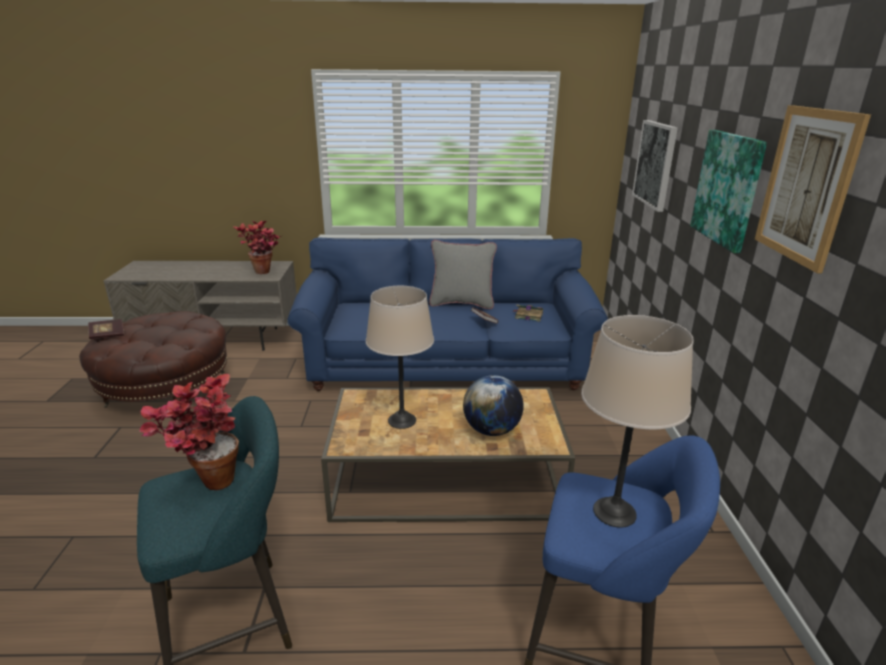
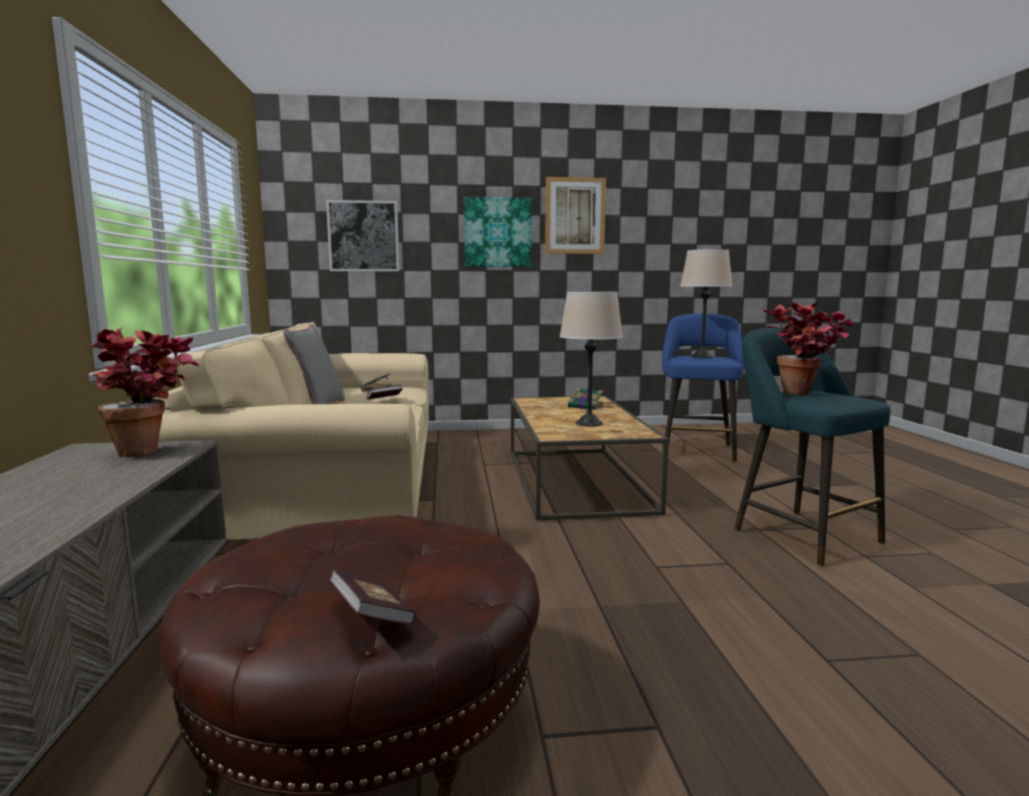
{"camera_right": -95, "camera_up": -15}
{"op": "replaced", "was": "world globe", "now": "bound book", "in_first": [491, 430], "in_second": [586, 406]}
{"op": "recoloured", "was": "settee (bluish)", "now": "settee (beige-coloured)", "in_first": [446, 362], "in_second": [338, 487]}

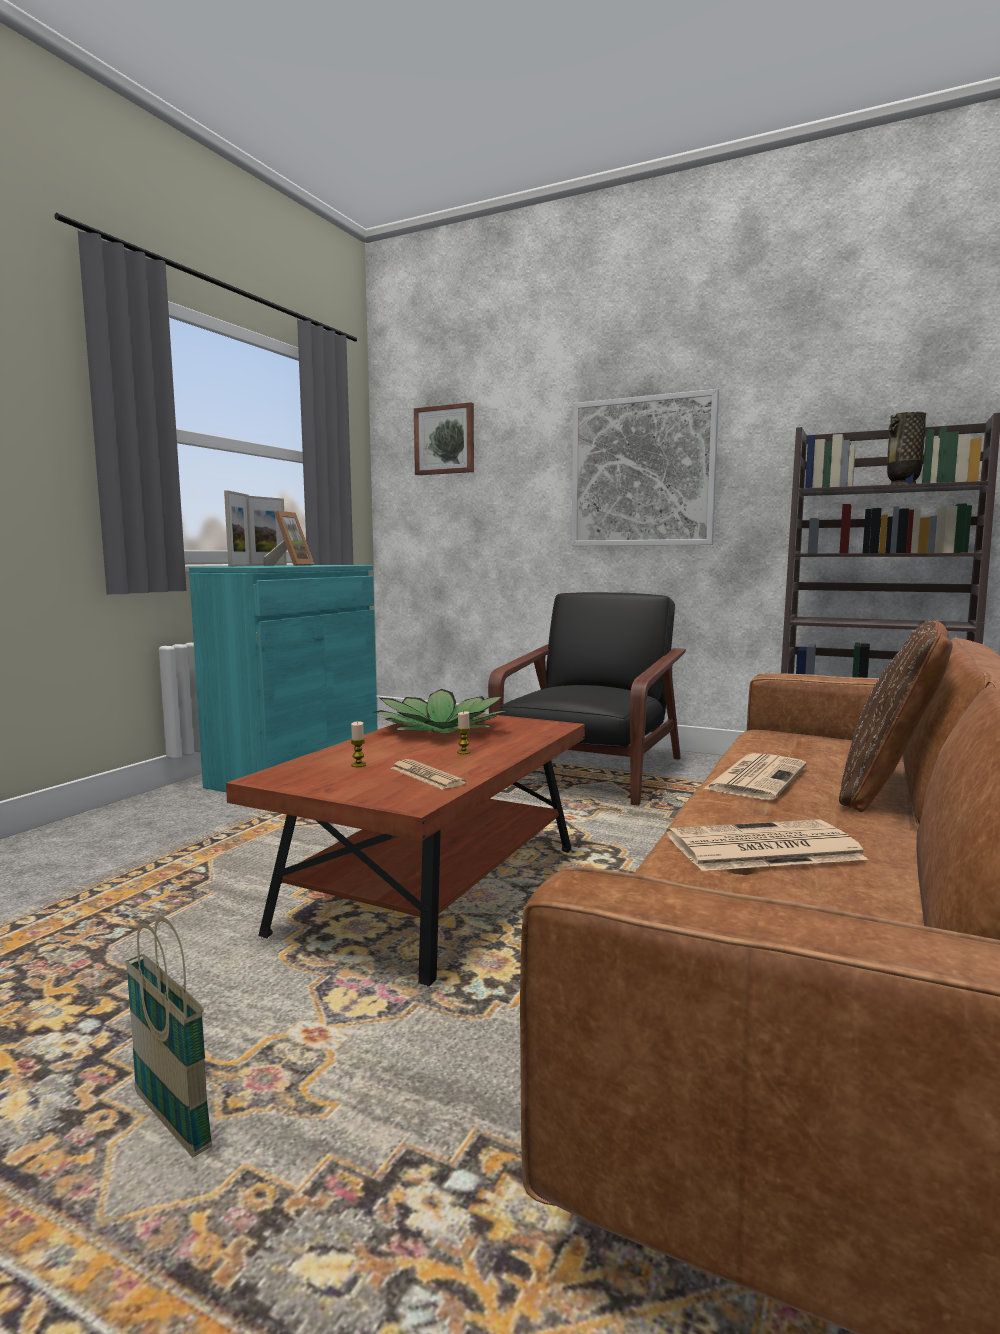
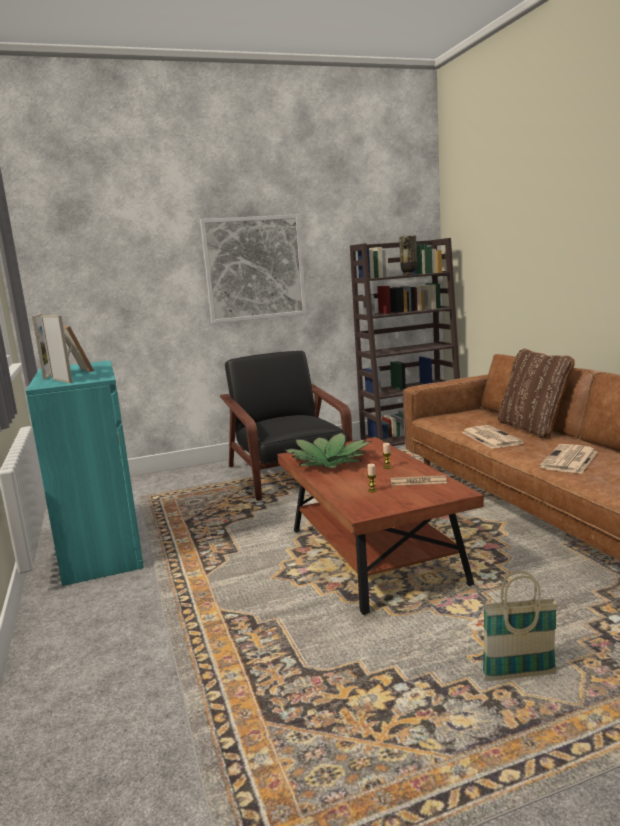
{"camera_right": -45, "camera_up": 5}
{"op": "removed", "was": "wall art", "in_first": [445, 440]}

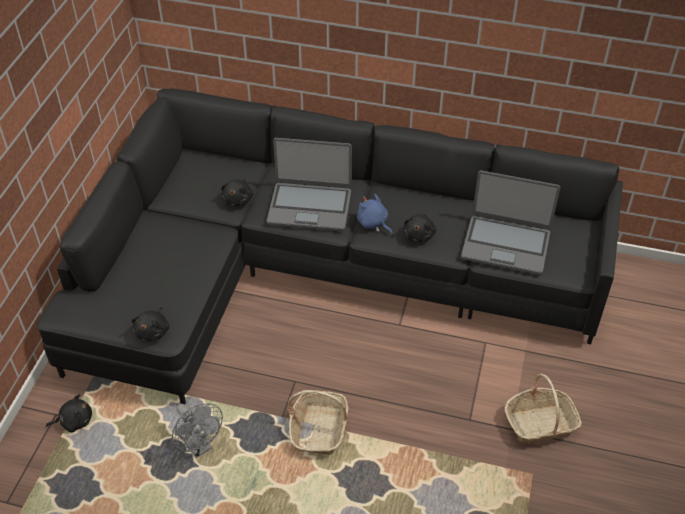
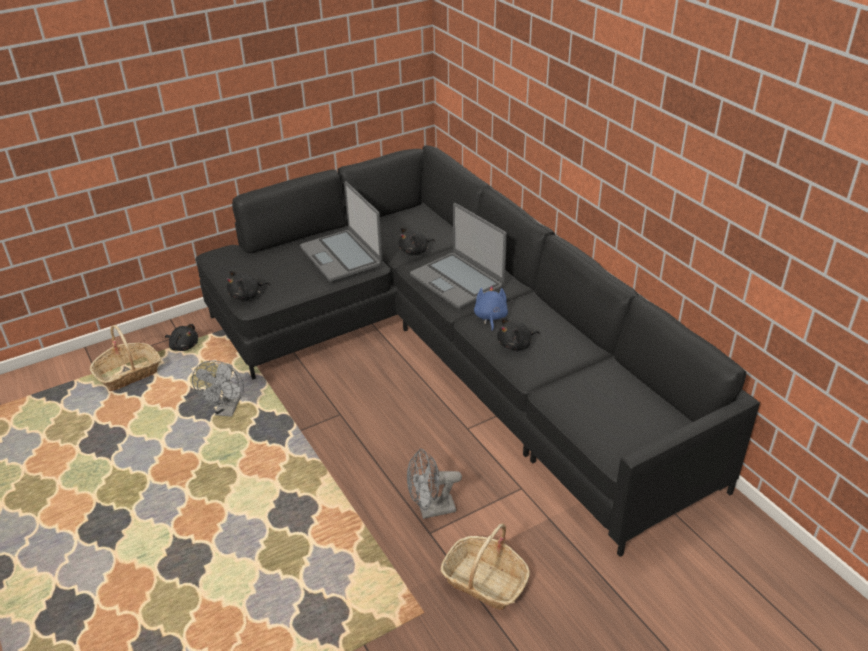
{"camera_right": 45, "camera_up": -10}
{"op": "added", "now": "cooling fan (gray)", "in_second": [431, 510]}
{"op": "moved", "was": "household basket", "in_first": [319, 429], "in_second": [129, 374]}
{"op": "moved", "was": "portable computer", "in_first": [506, 244], "in_second": [342, 256]}

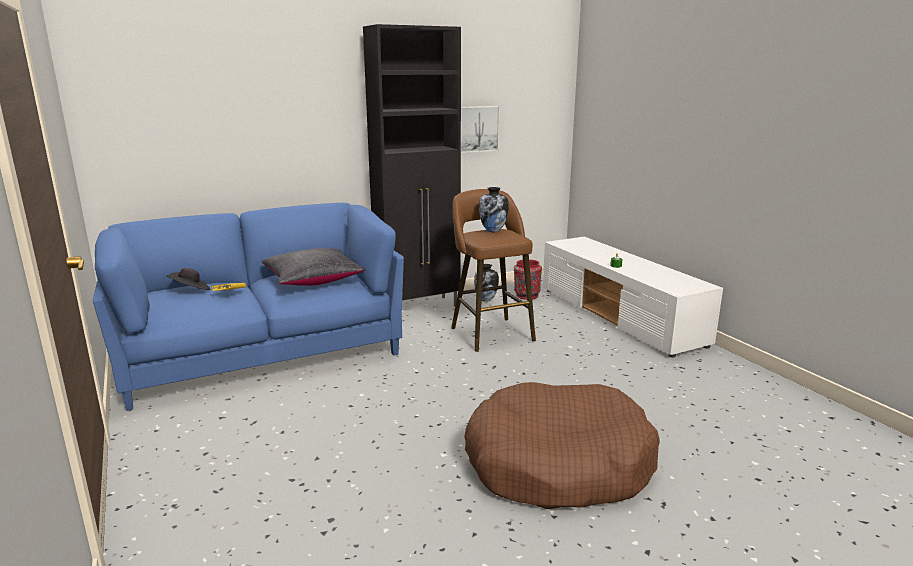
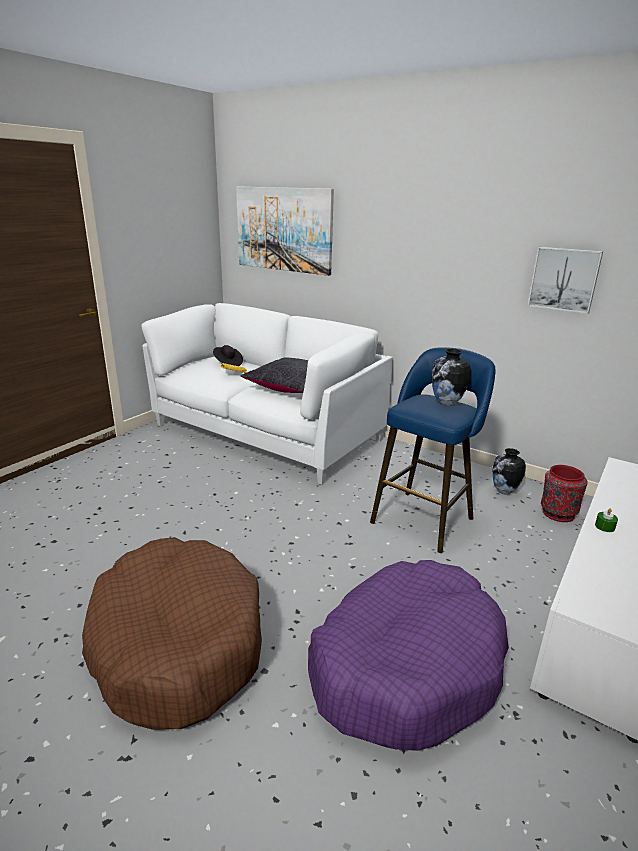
{"camera_right": 60, "camera_up": 5}
{"op": "removed", "was": "cabinet (black-coloured)", "in_first": [419, 307]}
{"op": "added", "now": "wall art", "in_second": [284, 229]}
{"op": "added", "now": "dog bed (purplish)", "in_second": [405, 664]}
{"op": "recoloured", "was": "settee (bluish)", "now": "settee (white-coloured)", "in_first": [261, 353], "in_second": [266, 432]}
{"op": "recoloured", "was": "stool seat (brown-coloured)", "now": "stool seat (bluish)", "in_first": [490, 332], "in_second": [425, 518]}

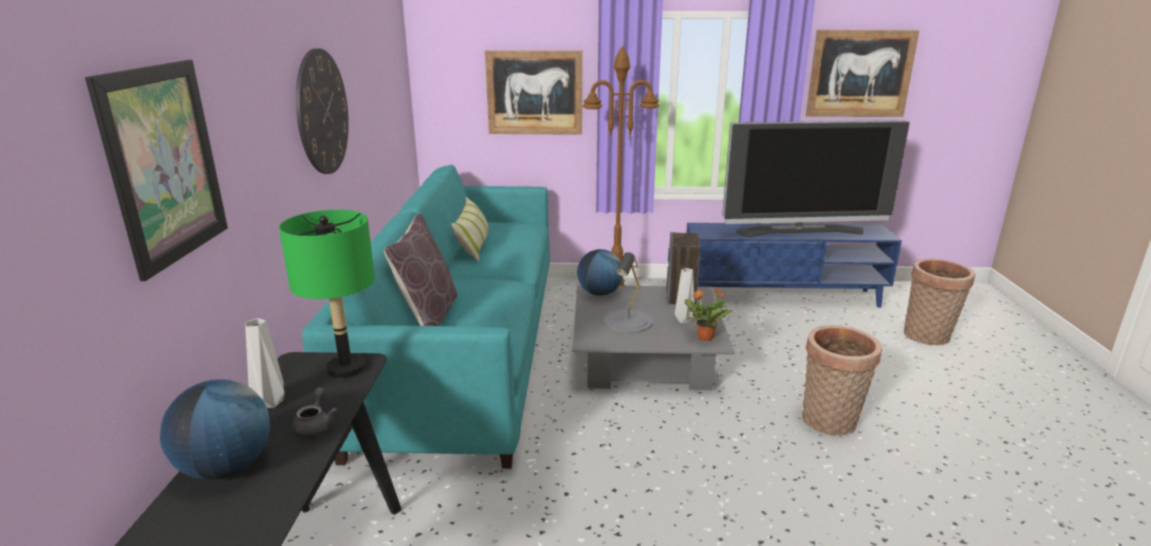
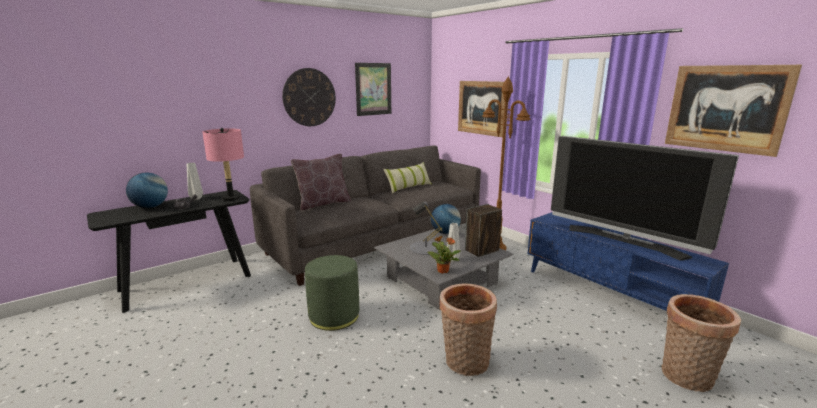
{"camera_right": 50, "camera_up": -5}
{"op": "added", "now": "ottoman (green-coloured)", "in_second": [334, 316]}
{"op": "moved", "was": "wall art", "in_first": [164, 164], "in_second": [373, 89]}
{"op": "recoloured", "was": "tabletop lamp (green-coloured)", "now": "tabletop lamp (pink)", "in_first": [346, 368], "in_second": [231, 198]}
{"op": "recoloured", "was": "settee (blue-green)", "now": "settee (gray)", "in_first": [465, 352], "in_second": [376, 241]}

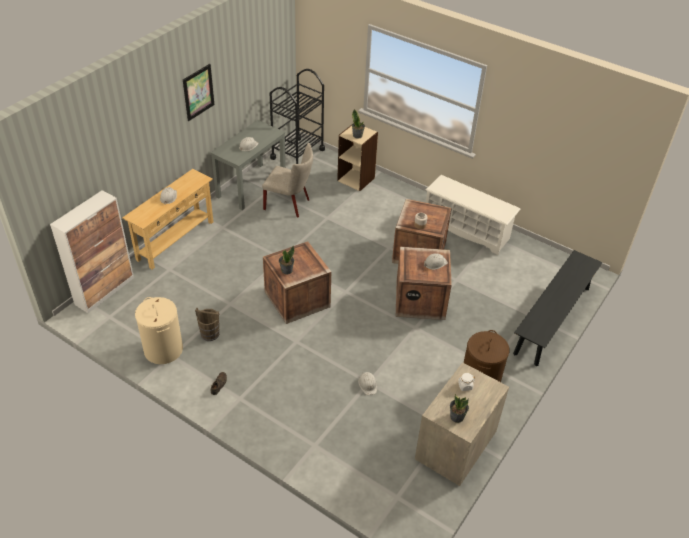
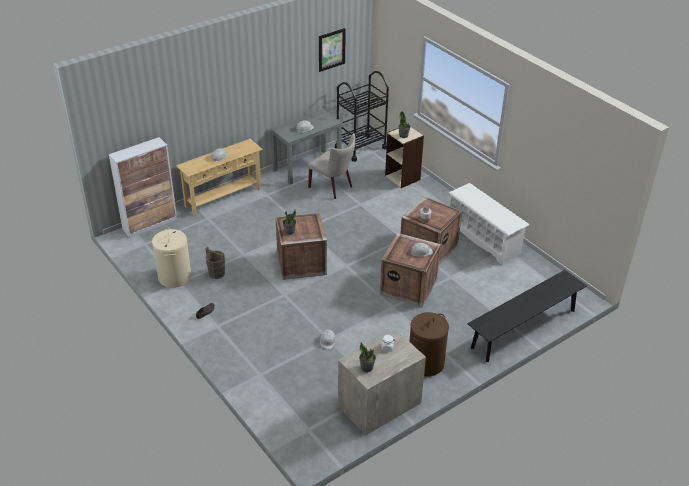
{"camera_right": 20, "camera_up": -5}
{"op": "moved", "was": "wall art", "in_first": [198, 92], "in_second": [331, 49]}

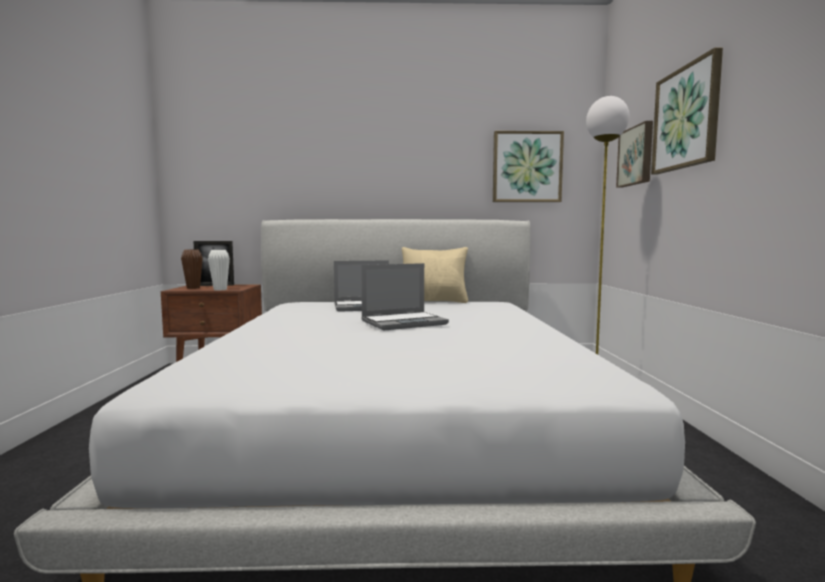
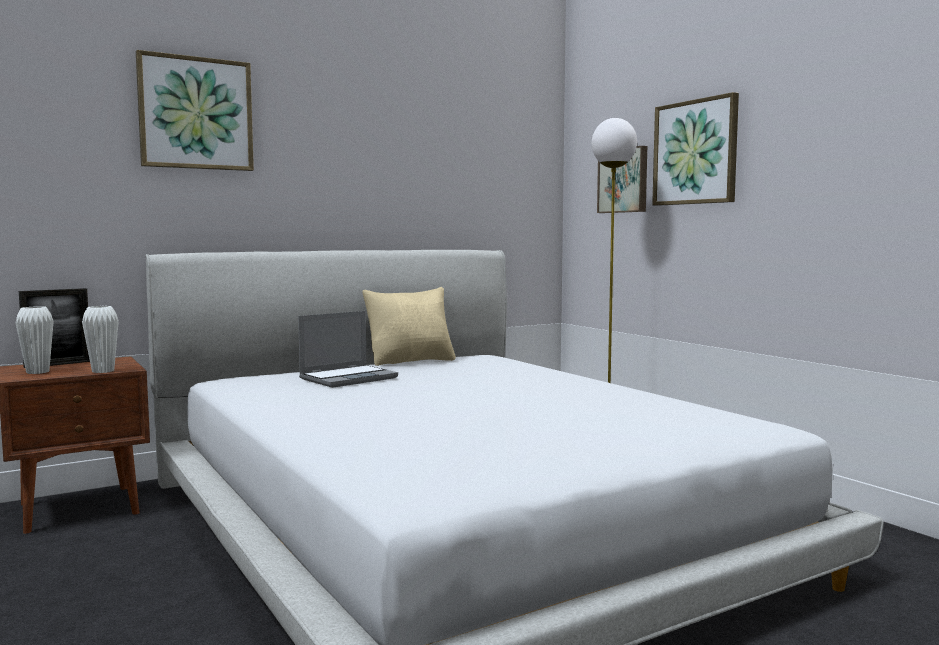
{"camera_right": -30, "camera_up": 0}
{"op": "removed", "was": "portable computer", "in_first": [404, 322]}
{"op": "moved", "was": "wall art", "in_first": [527, 167], "in_second": [196, 113]}
{"op": "recoloured", "was": "decorative vase (brown-coloured)", "now": "decorative vase (white-coloured)", "in_first": [193, 288], "in_second": [37, 372]}

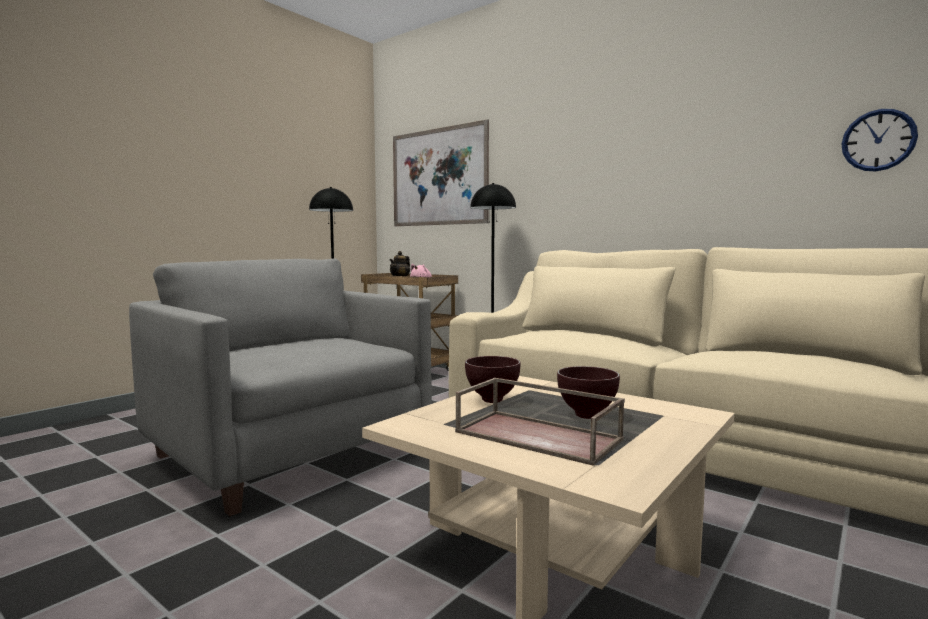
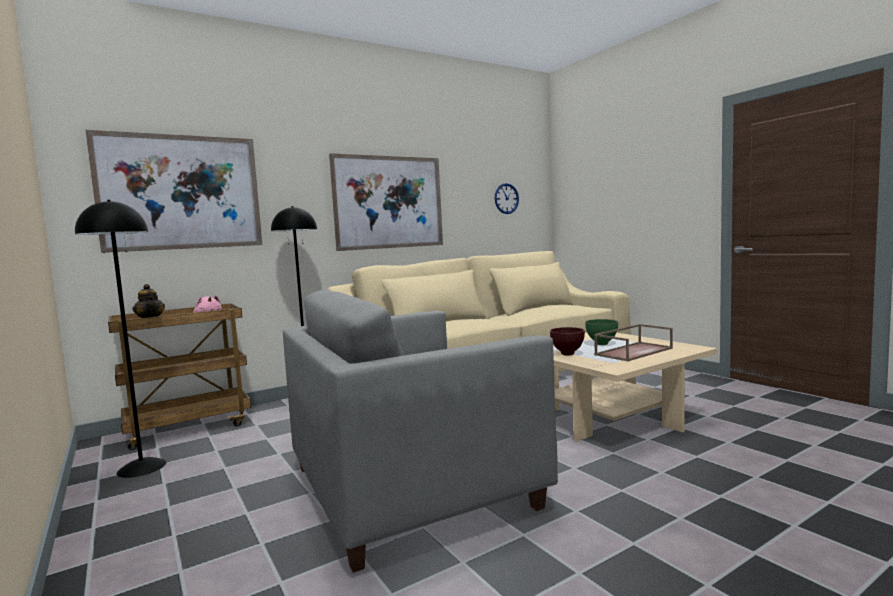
{"camera_right": -70, "camera_up": 0}
{"op": "added", "now": "wall art", "in_second": [389, 202]}
{"op": "recoloured", "was": "serving bowl (brown-coloured)", "now": "serving bowl (green-coloured)", "in_first": [588, 416], "in_second": [602, 344]}

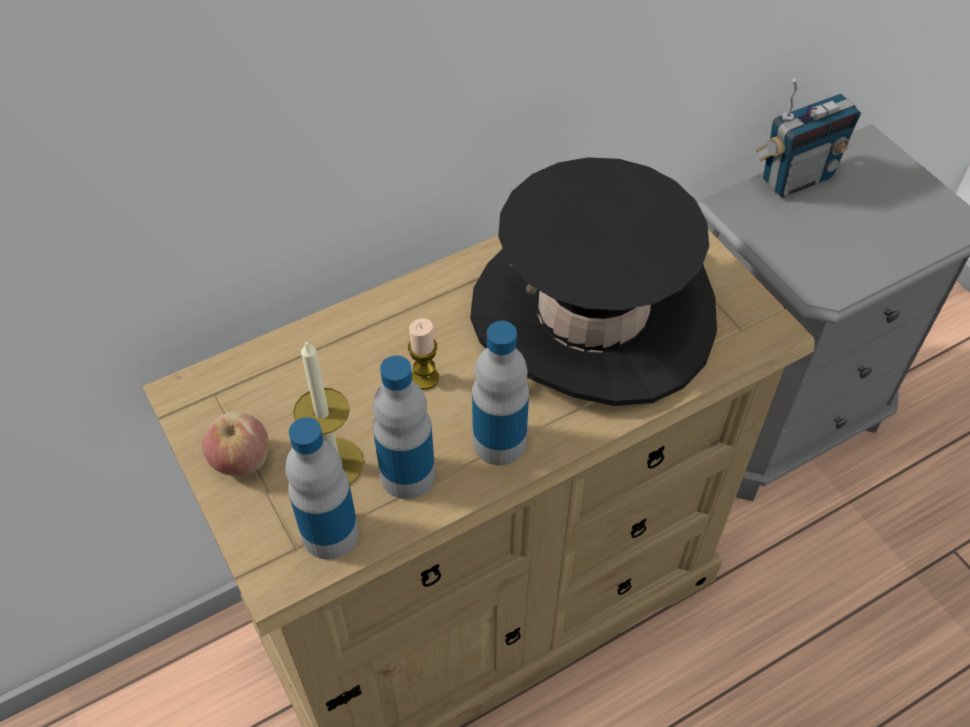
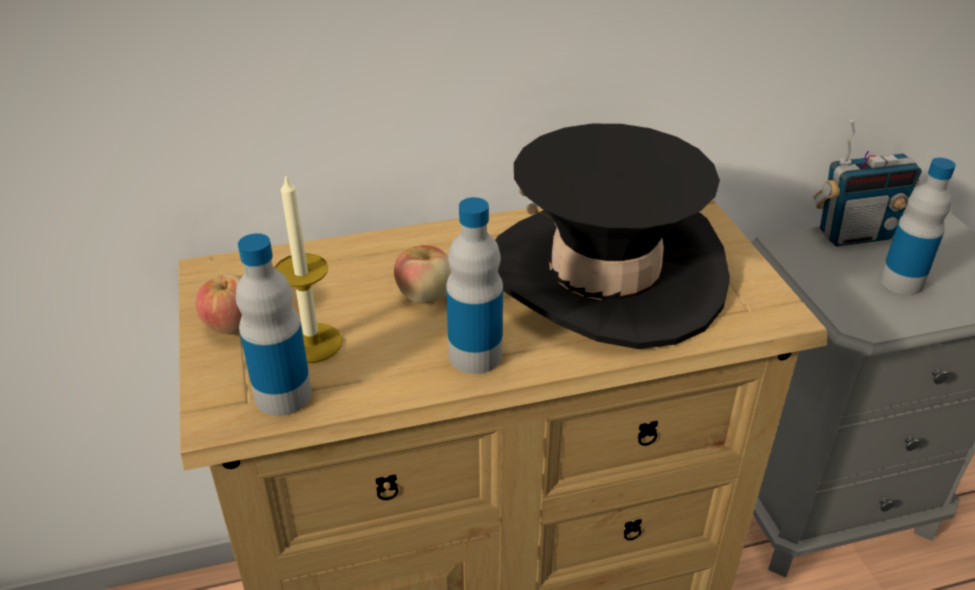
{"camera_right": 15, "camera_up": -15}
{"op": "moved", "was": "drink bottle", "in_first": [407, 475], "in_second": [901, 282]}
{"op": "replaced", "was": "wax candle", "now": "apple fruit", "in_first": [425, 378], "in_second": [426, 295]}

